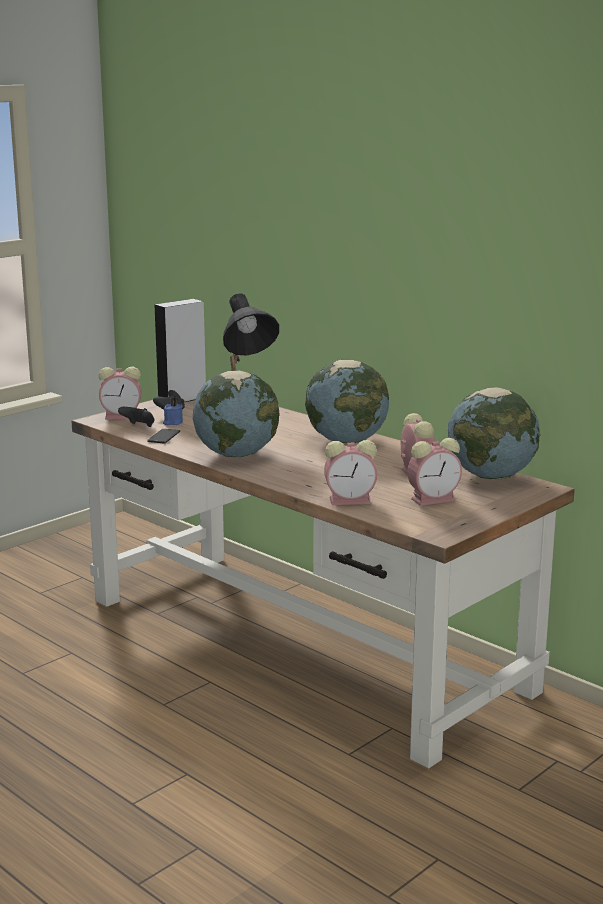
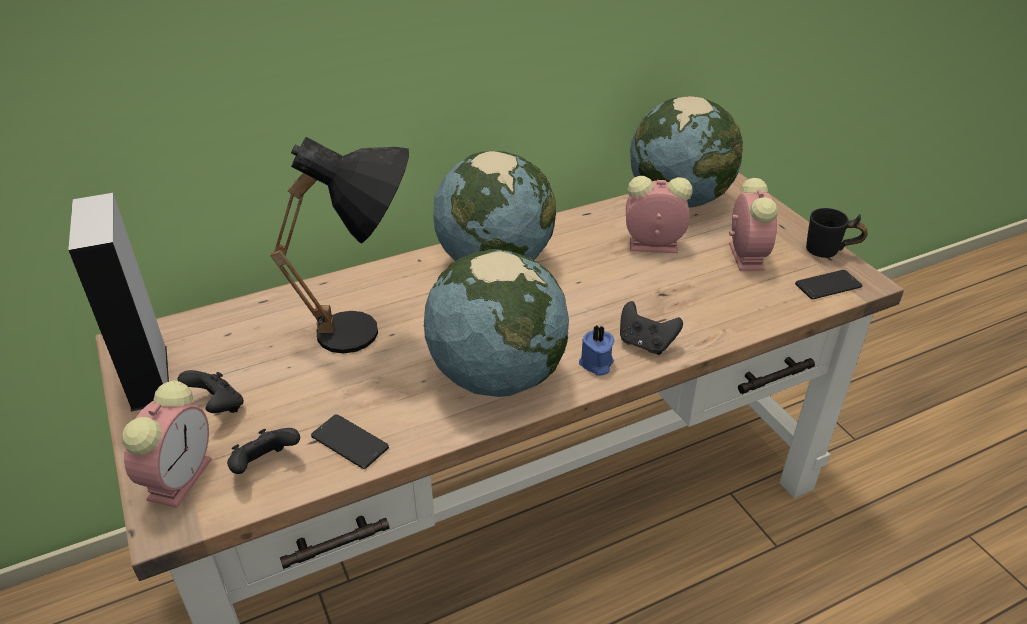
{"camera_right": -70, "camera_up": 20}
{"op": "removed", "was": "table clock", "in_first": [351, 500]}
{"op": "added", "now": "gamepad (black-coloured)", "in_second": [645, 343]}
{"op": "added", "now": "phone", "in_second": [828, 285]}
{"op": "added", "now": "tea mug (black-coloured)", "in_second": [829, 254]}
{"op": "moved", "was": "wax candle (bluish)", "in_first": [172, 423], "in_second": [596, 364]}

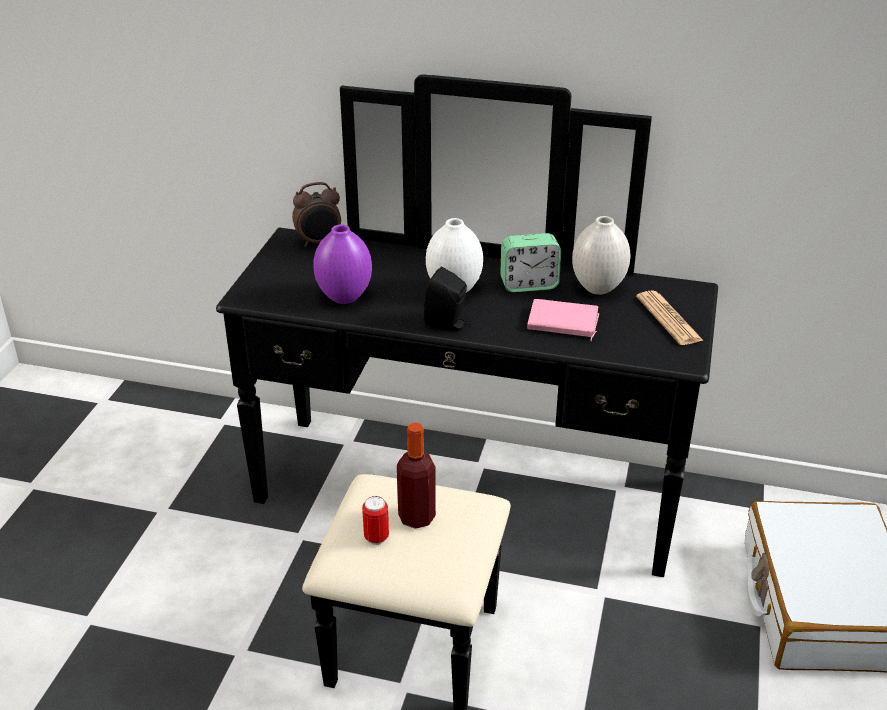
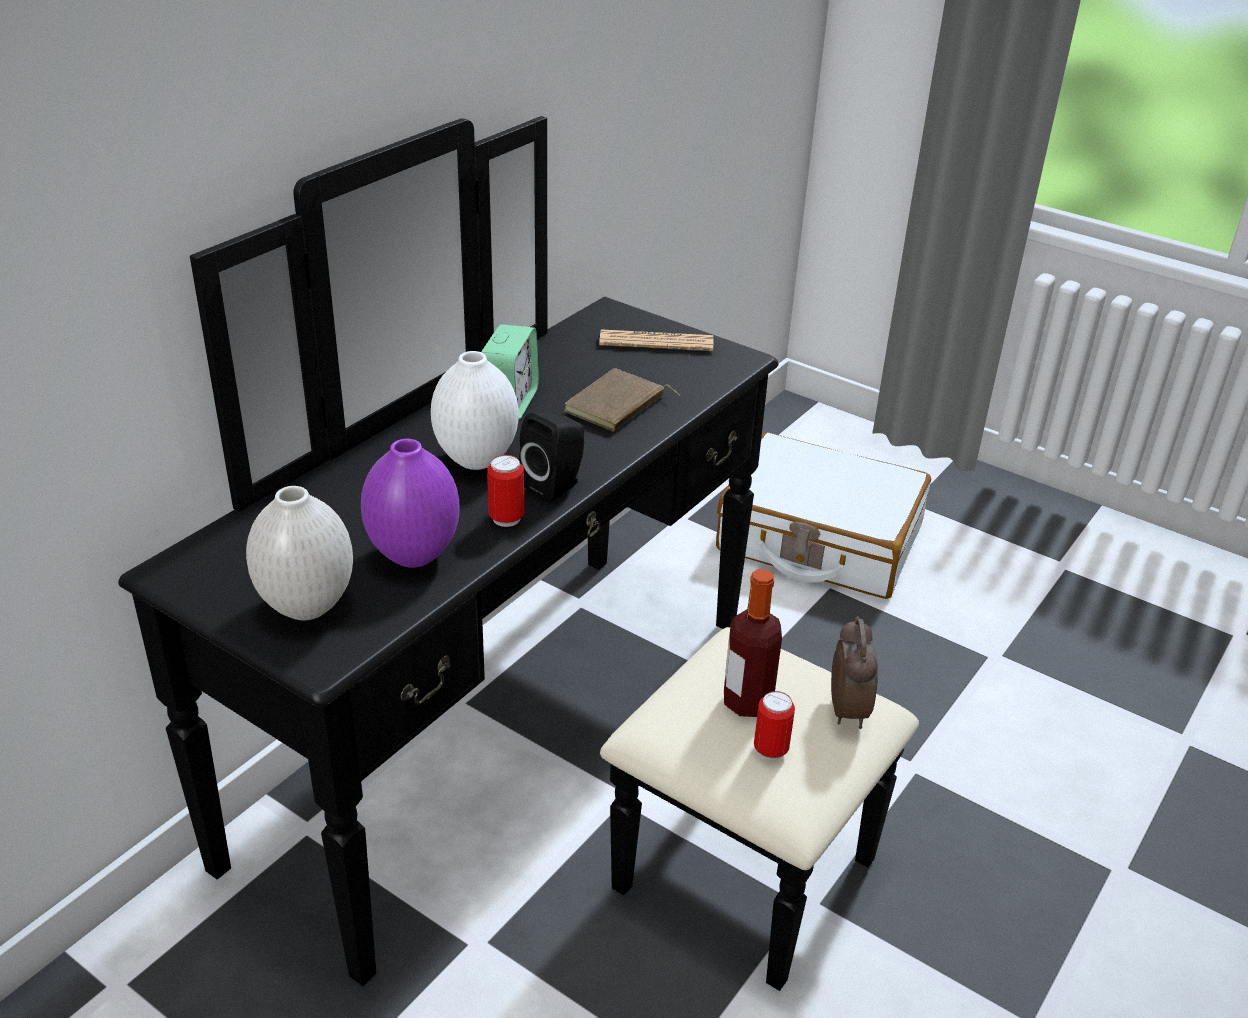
{"camera_right": -70, "camera_up": 0}
{"op": "added", "now": "metal can", "in_second": [506, 518]}
{"op": "moved", "was": "table clock", "in_first": [319, 242], "in_second": [849, 710]}
{"op": "moved", "was": "decorative vase (white-coloured)", "in_first": [599, 288], "in_second": [308, 606]}
{"op": "recoloured", "was": "bound book (pink)", "now": "bound book (brown-coloured)", "in_first": [562, 323], "in_second": [617, 406]}

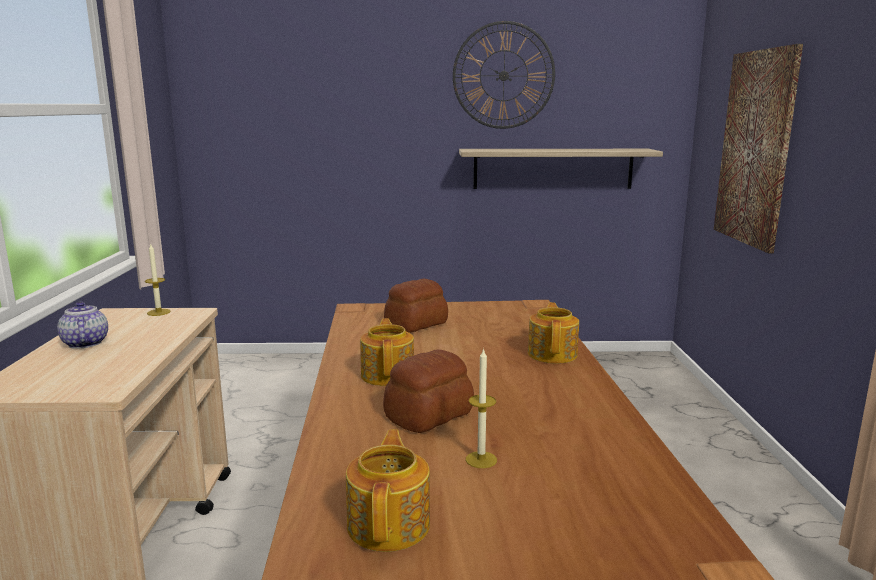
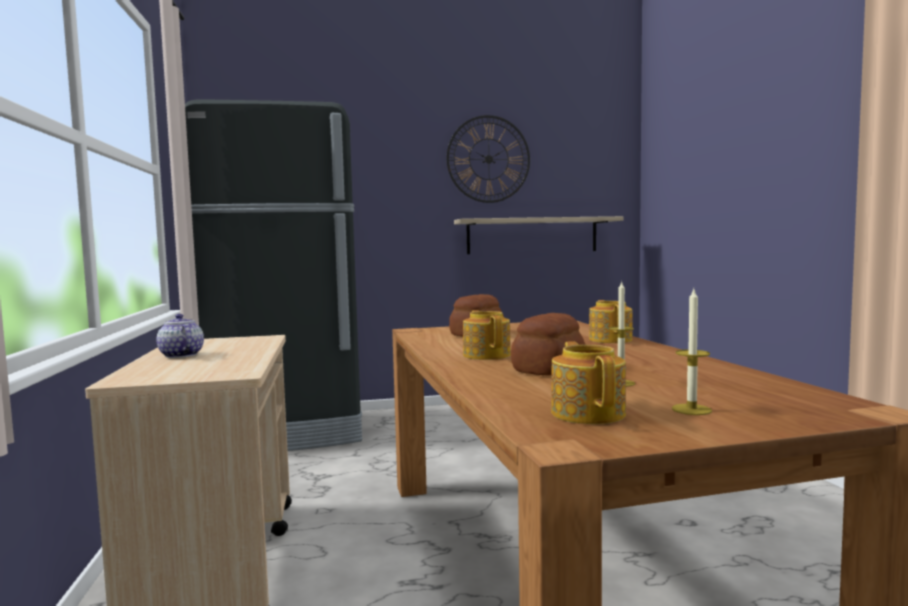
{"camera_right": -10, "camera_up": -10}
{"op": "removed", "was": "wall art", "in_first": [756, 148]}
{"op": "added", "now": "kitchen fridge (black-coloured)", "in_second": [289, 433]}
{"op": "moved", "was": "wax candle", "in_first": [158, 312], "in_second": [691, 409]}

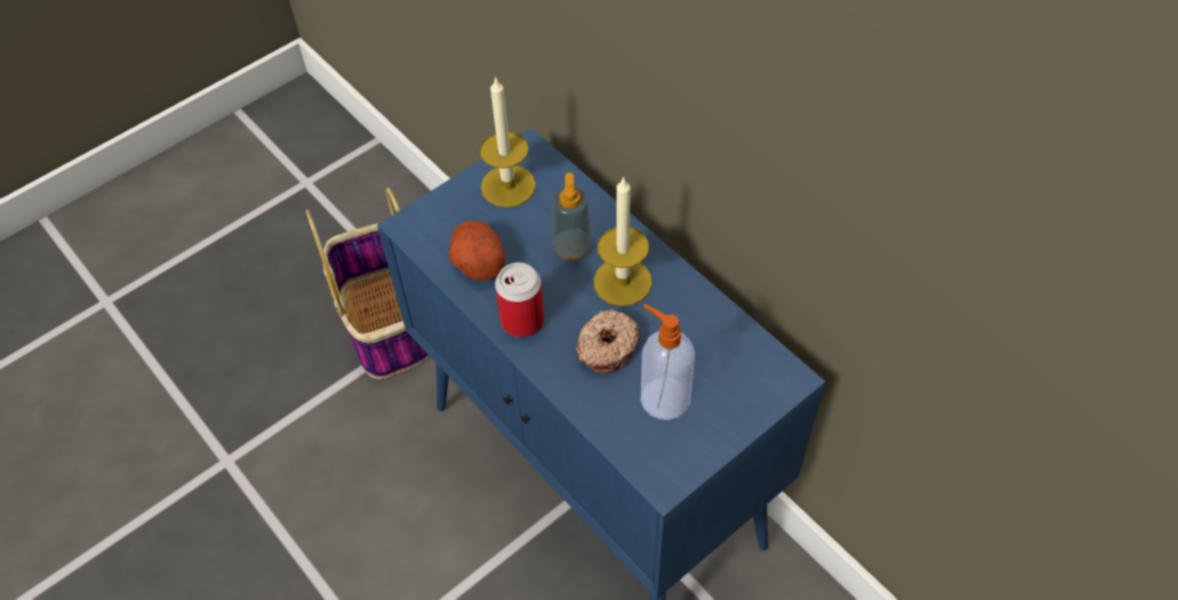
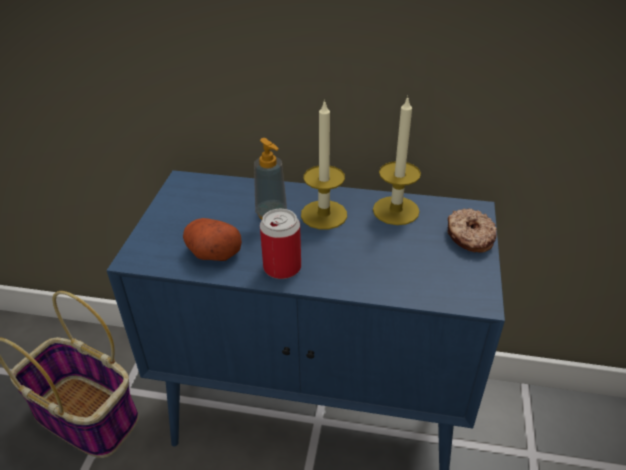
{"camera_right": -40, "camera_up": -15}
{"op": "removed", "was": "soap dispenser", "in_first": [663, 397]}
{"op": "moved", "was": "wax candle", "in_first": [508, 186], "in_second": [396, 210]}
{"op": "moved", "was": "doughnut", "in_first": [606, 347], "in_second": [469, 237]}

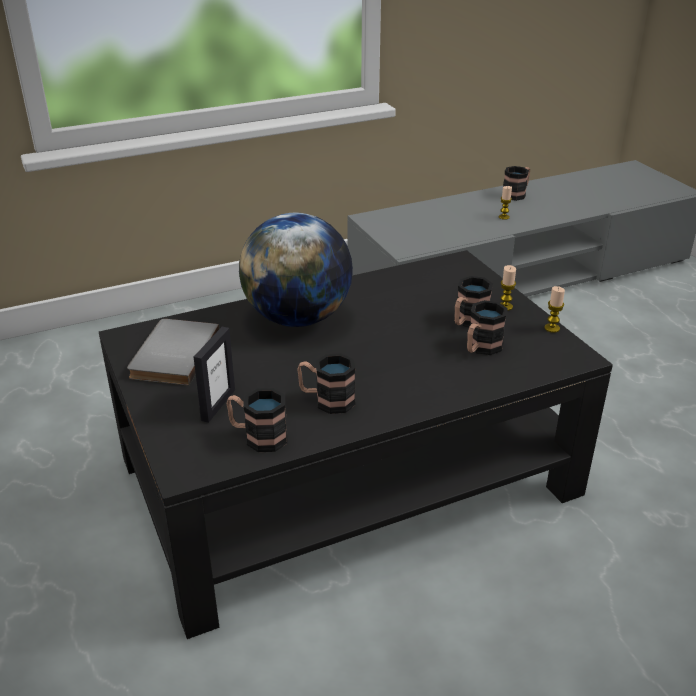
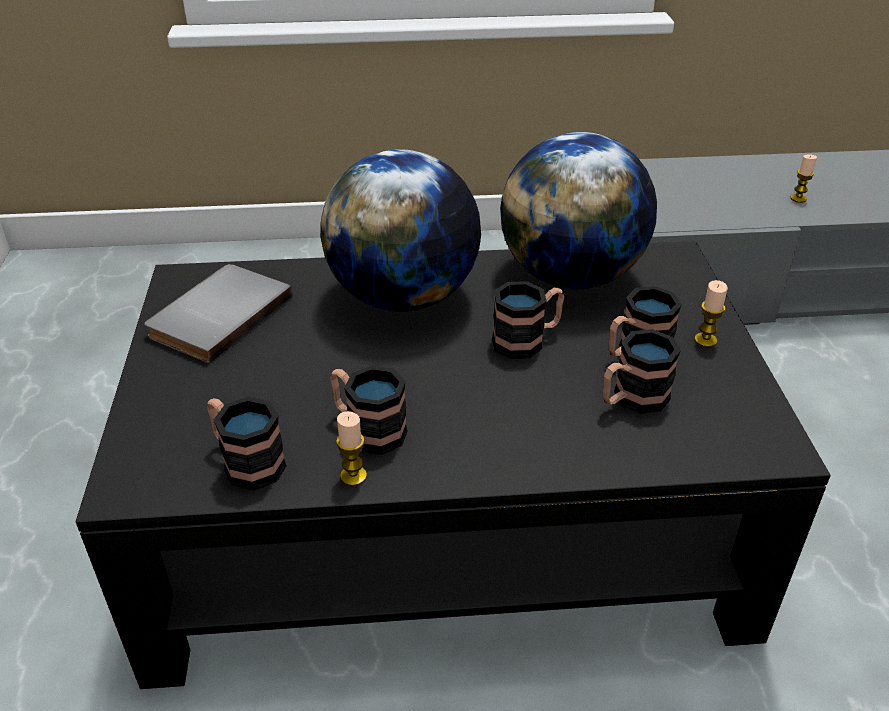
{"camera_right": 20, "camera_up": 5}
{"op": "removed", "was": "photo frame", "in_first": [218, 405]}
{"op": "added", "now": "world globe", "in_second": [571, 276]}
{"op": "moved", "was": "tea mug", "in_first": [517, 194], "in_second": [527, 340]}
{"op": "moved", "was": "wax candle", "in_first": [552, 328], "in_second": [353, 476]}

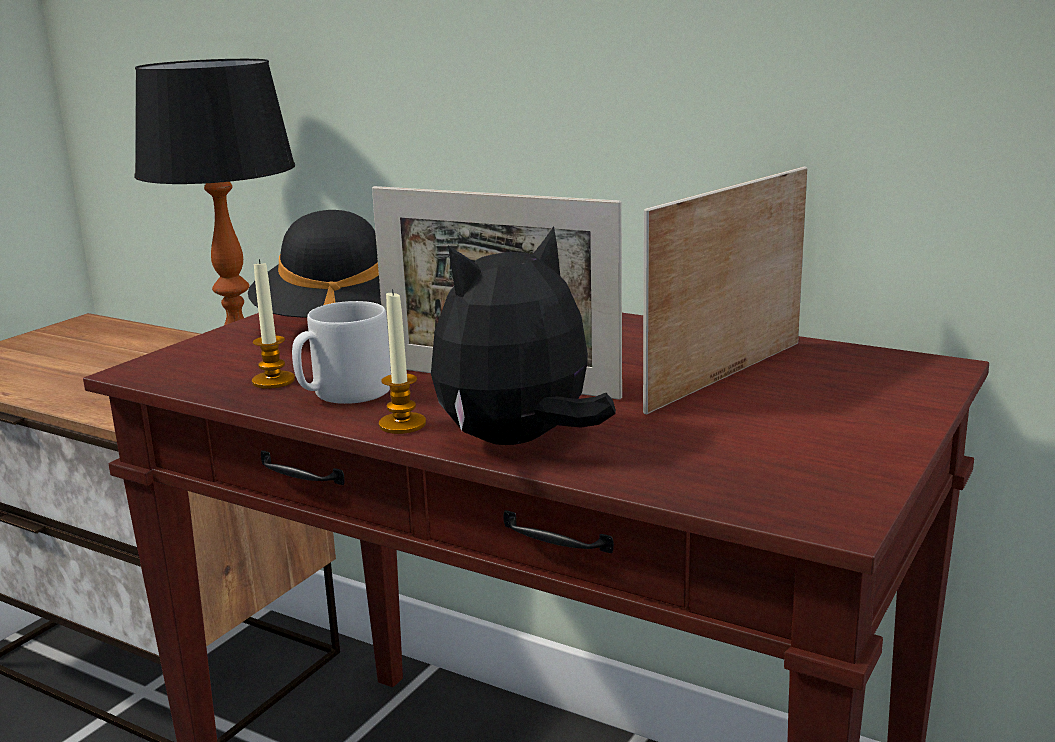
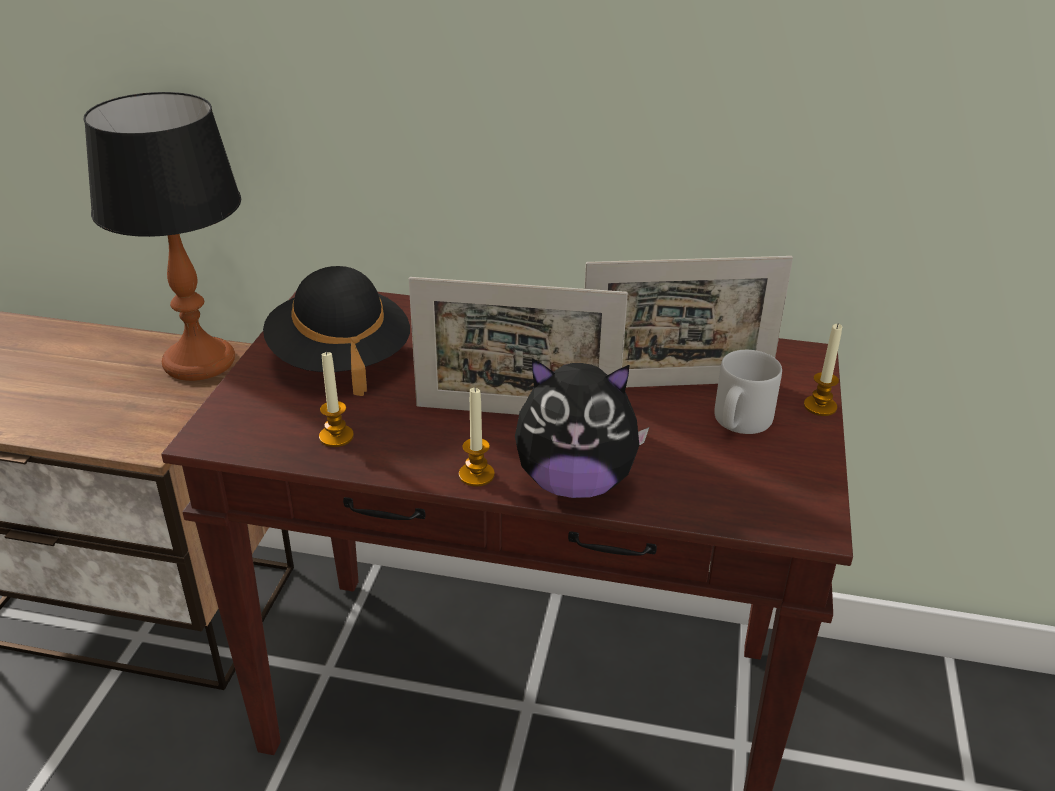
{"camera_right": -20, "camera_up": 15}
{"op": "added", "now": "wax candle", "in_second": [820, 406]}
{"op": "moved", "was": "tea mug (gray)", "in_first": [343, 393], "in_second": [739, 422]}
{"op": "turned", "was": "soft toy", "in_first": [519, 443], "in_second": [575, 483], "clockwise": -120}
{"op": "turned", "was": "photo frame", "in_first": [726, 376], "in_second": [675, 384], "clockwise": -120}

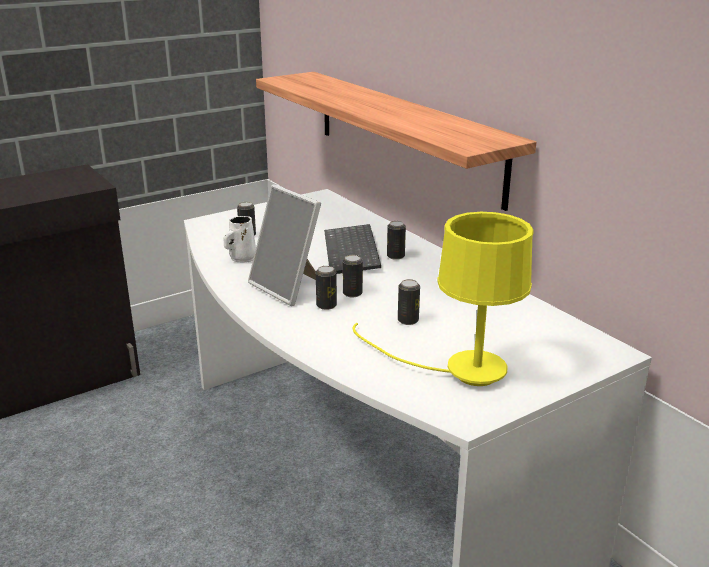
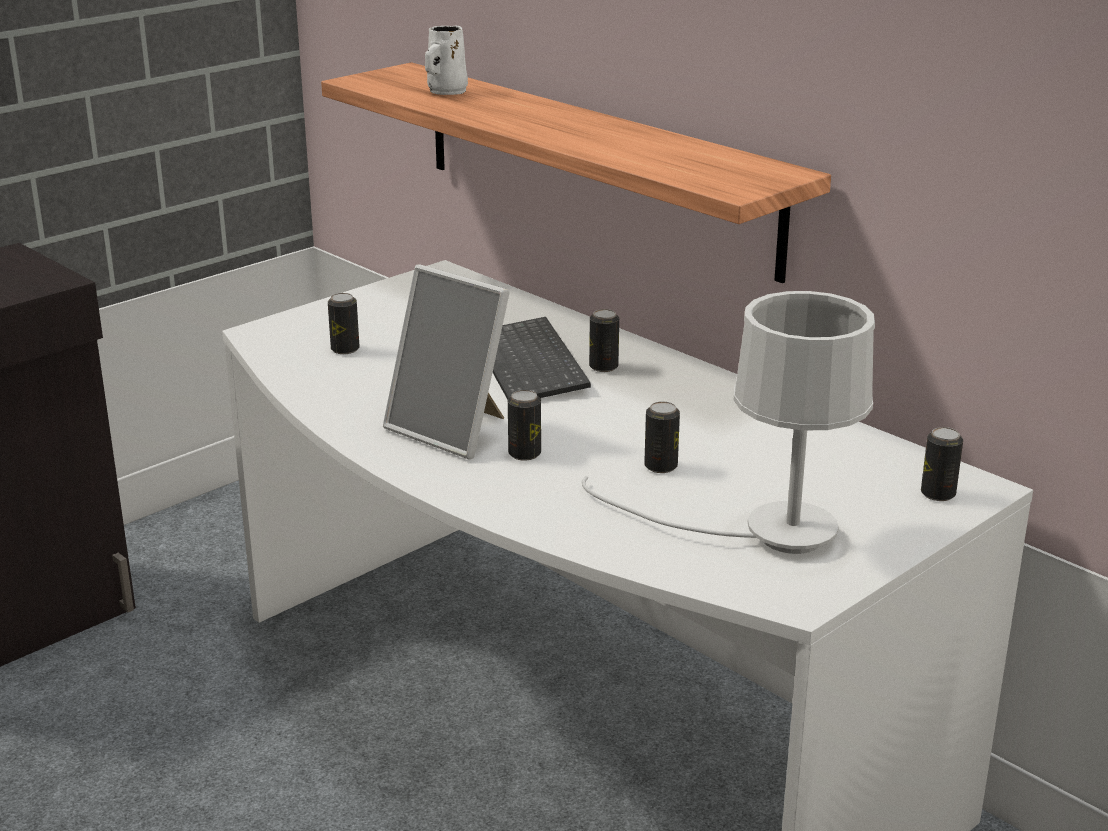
{"camera_right": -10, "camera_up": 0}
{"op": "moved", "was": "tea mug (white-coloured)", "in_first": [241, 258], "in_second": [446, 92]}
{"op": "moved", "was": "metal can", "in_first": [352, 293], "in_second": [938, 494]}
{"op": "recoloured", "was": "tabletop lamp (yellow-coloured)", "now": "tabletop lamp (white-coloured)", "in_first": [458, 371], "in_second": [763, 534]}

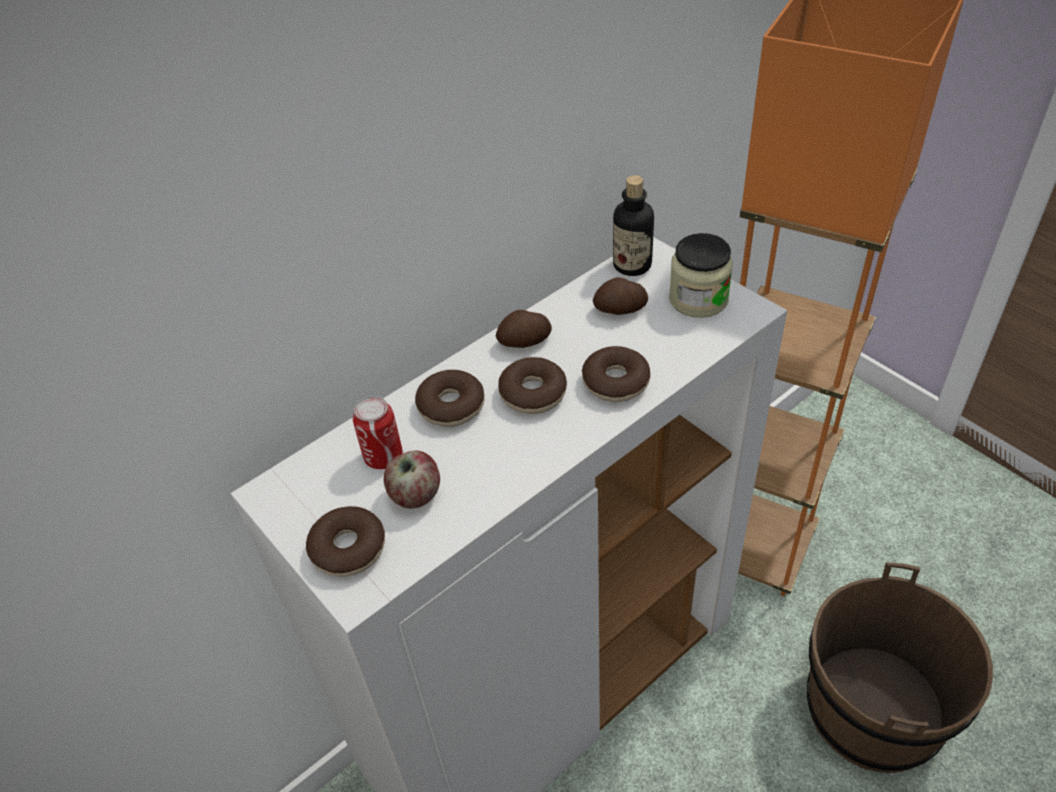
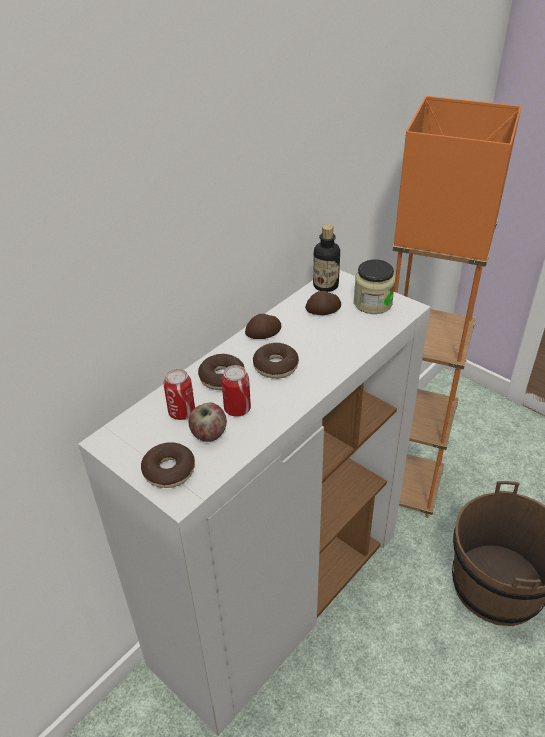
{"camera_right": -10, "camera_up": -5}
{"op": "removed", "was": "doughnut", "in_first": [615, 382]}
{"op": "added", "now": "metal can", "in_second": [237, 409]}

